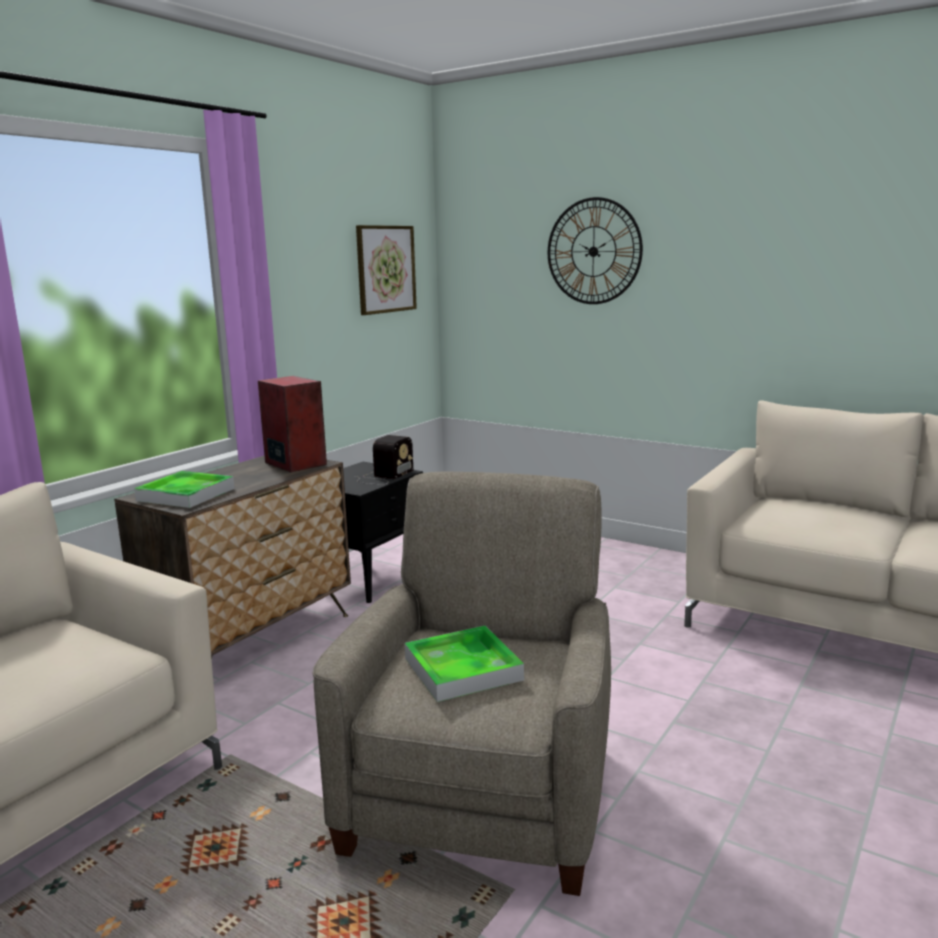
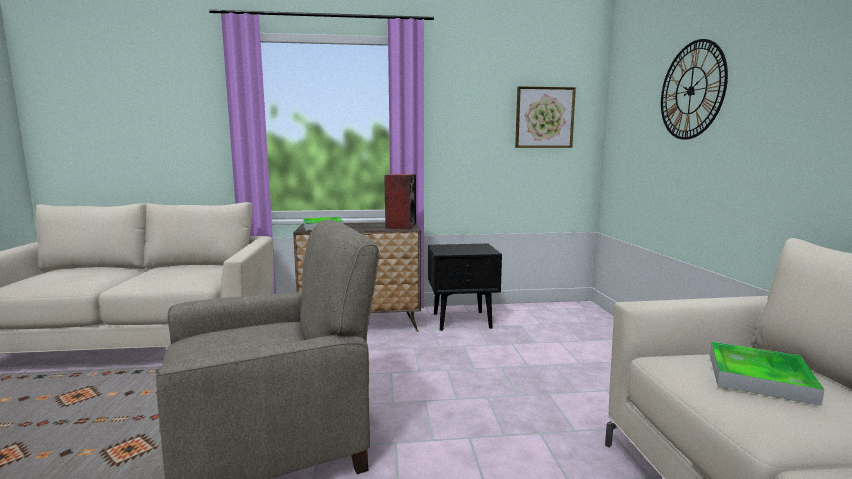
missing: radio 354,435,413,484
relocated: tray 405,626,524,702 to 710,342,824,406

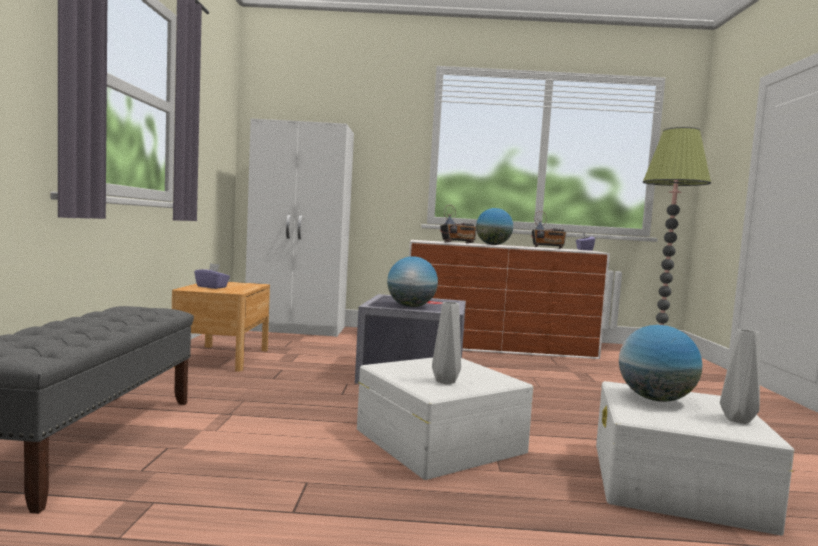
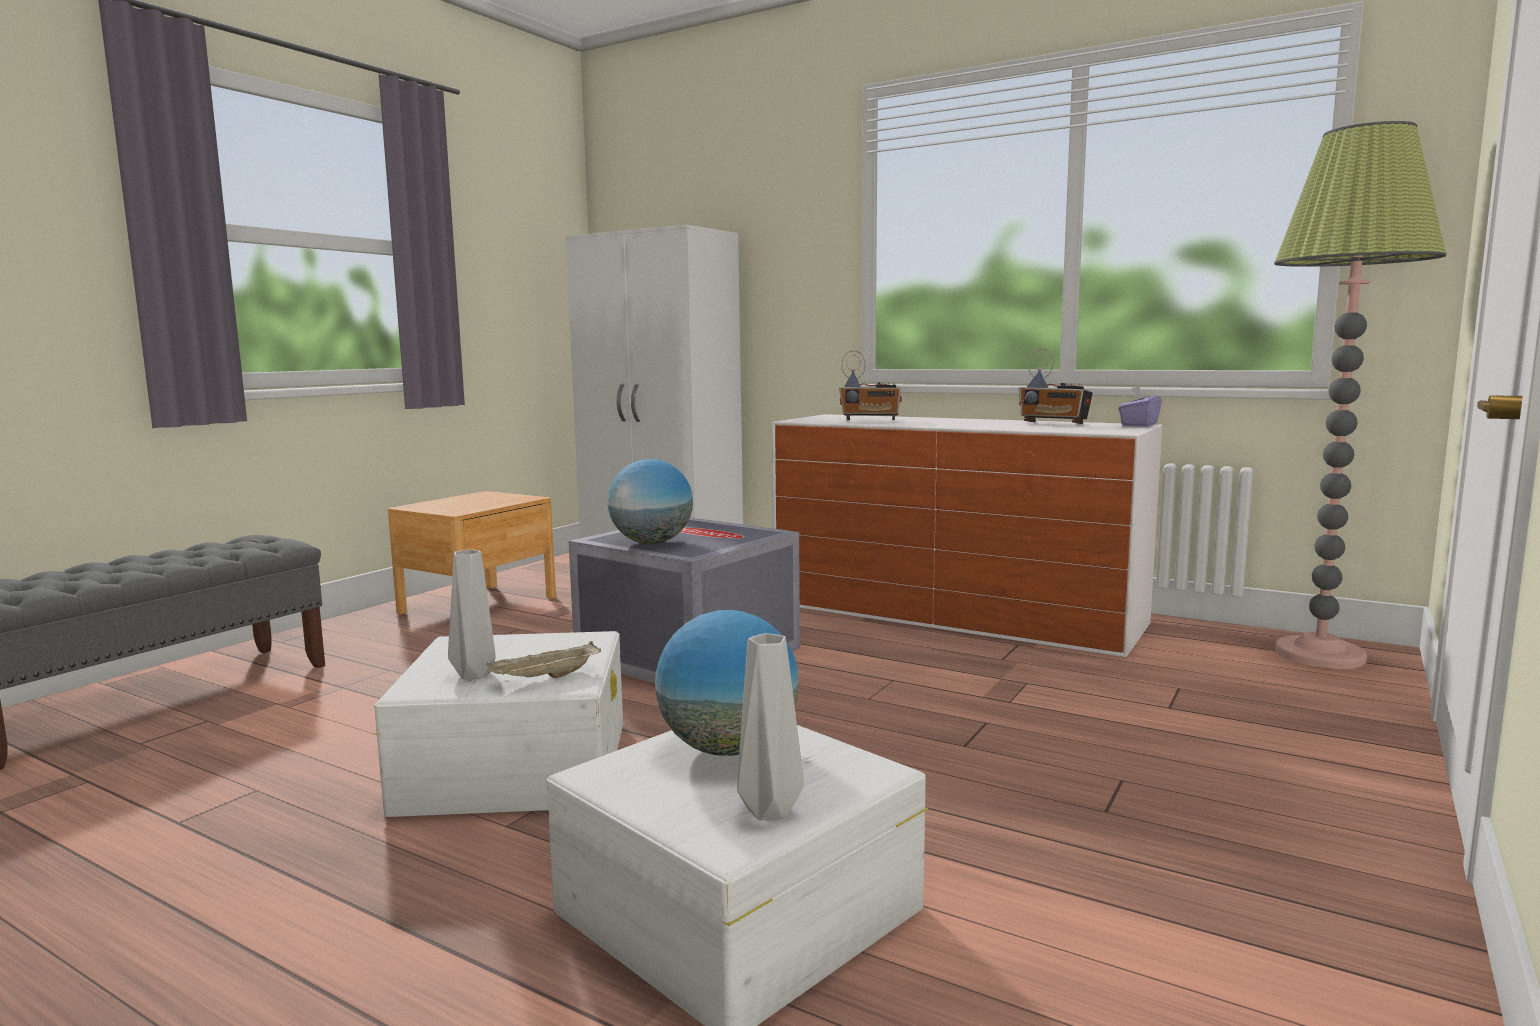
missing: globe 476,208,513,245; purple tissue box 194,263,230,289
appeared: beige tray 486,641,601,678

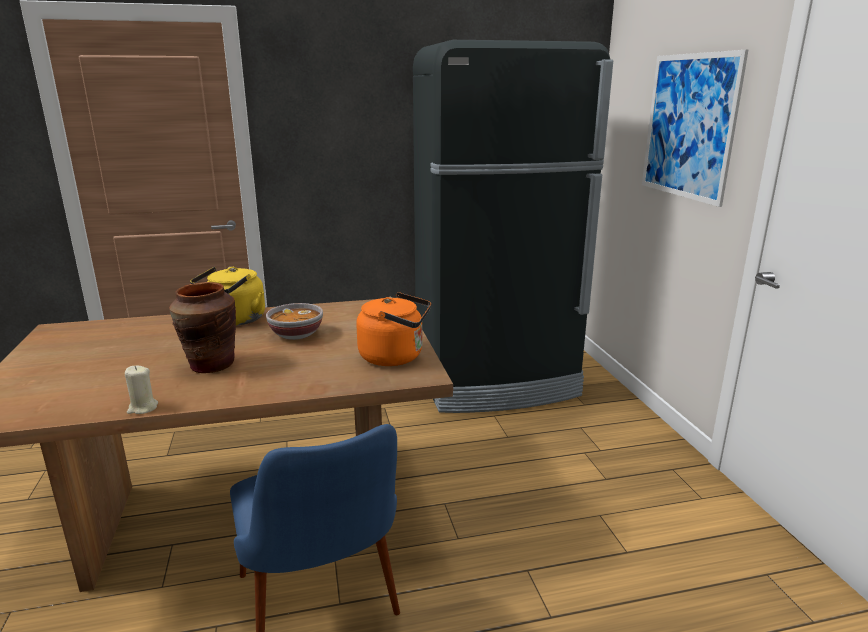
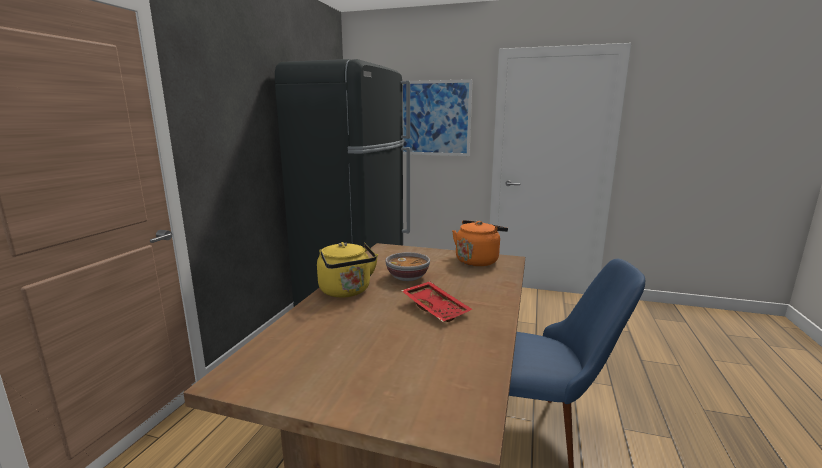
missing: beige candle 125,366,158,414
exchanged: brown vase 169,282,236,373 to red tray 401,281,473,322

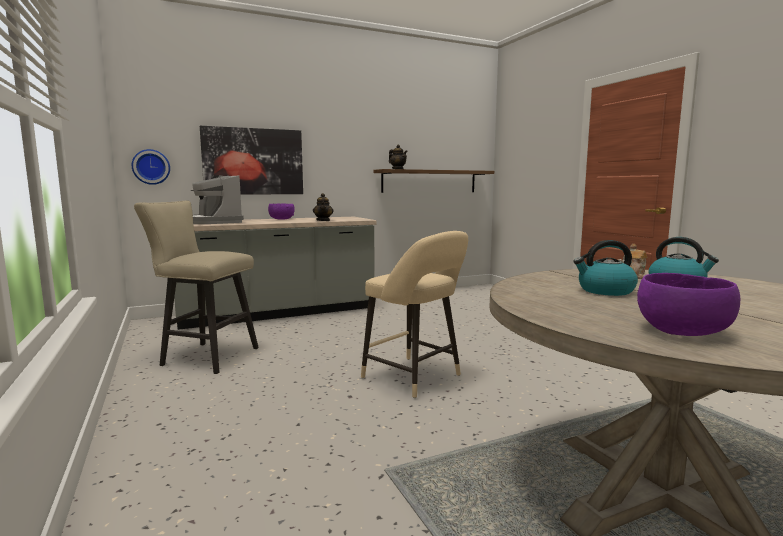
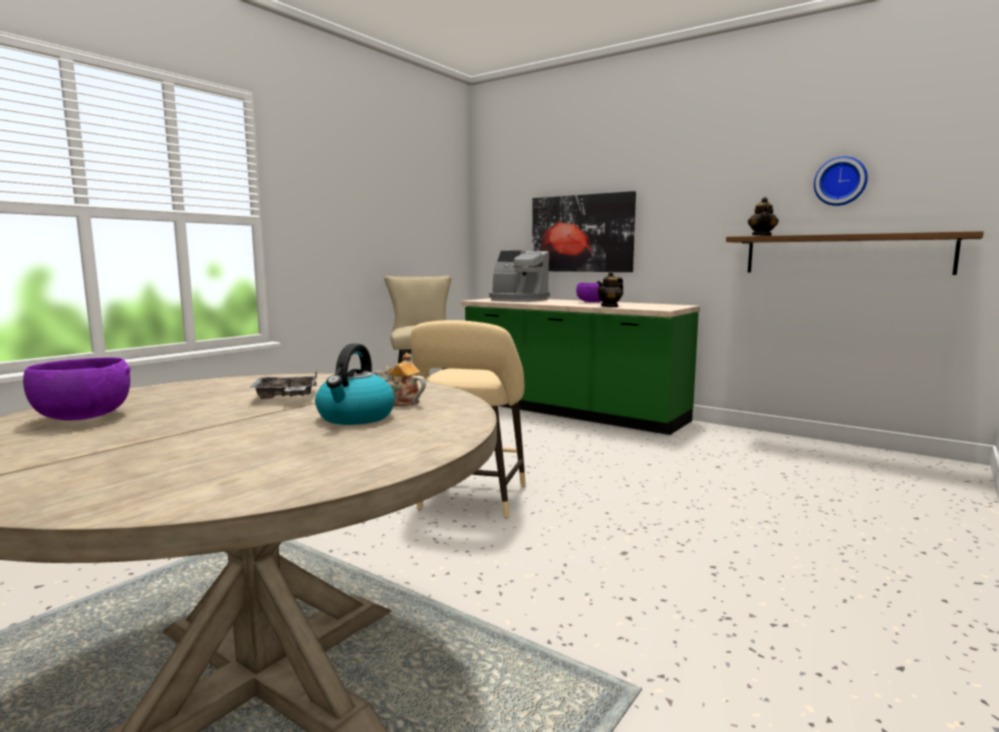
relocated: wall clock 132,149,170,185 to 814,156,868,206
exchanged: kettle 574,240,638,296 to grey tray 249,371,317,399
colour: grey counter 174,217,376,330 to green counter 461,298,700,435
spun: coffee machine 191,175,244,224 = 489,251,550,302 90 degrees counterclockwise

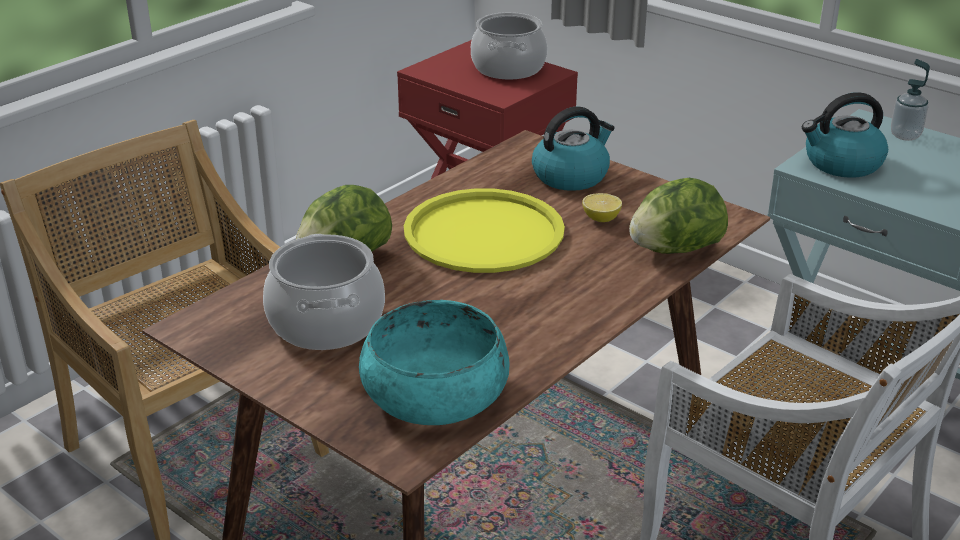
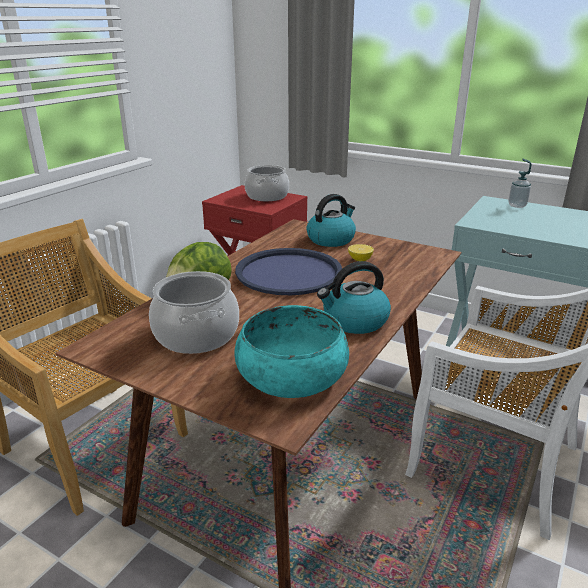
missing: lettuce 629,178,728,254
relocated: kettle 802,92,888,178 to 317,261,391,334
colour: yellow tray 404,188,565,273 to blue tray 235,248,342,295

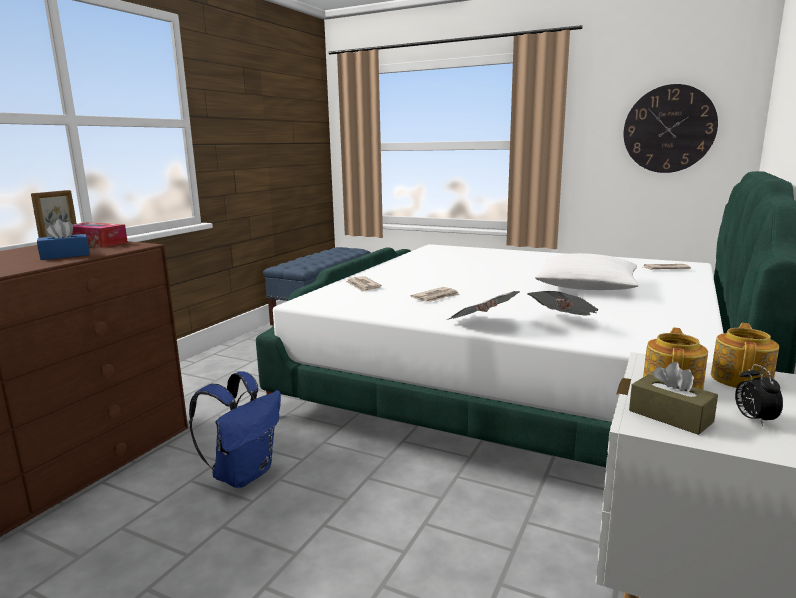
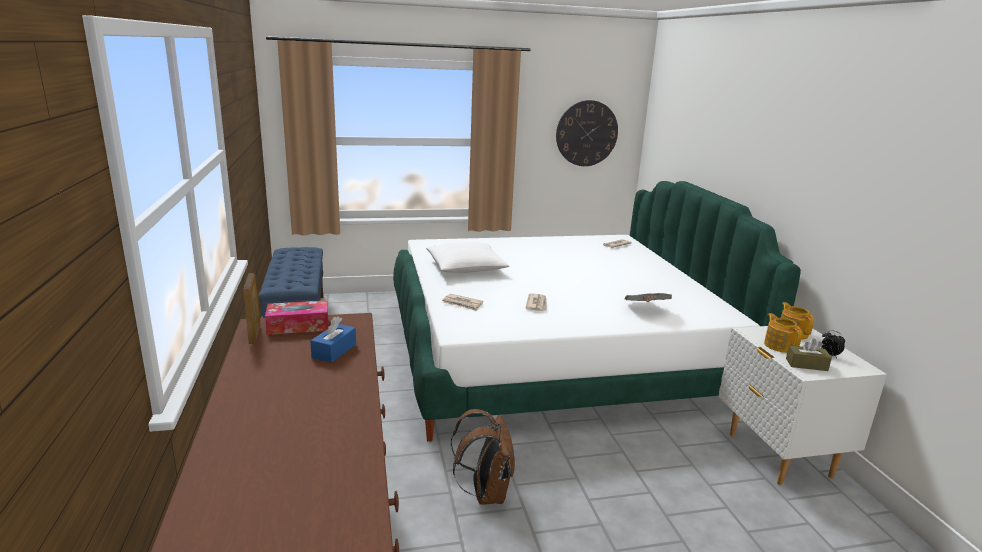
missing: newspaper 449,291,520,319
relocated: white pillow 535,253,638,290 to 426,242,509,273
colour: blue backpack 189,371,281,488 to brown backpack 451,409,515,505

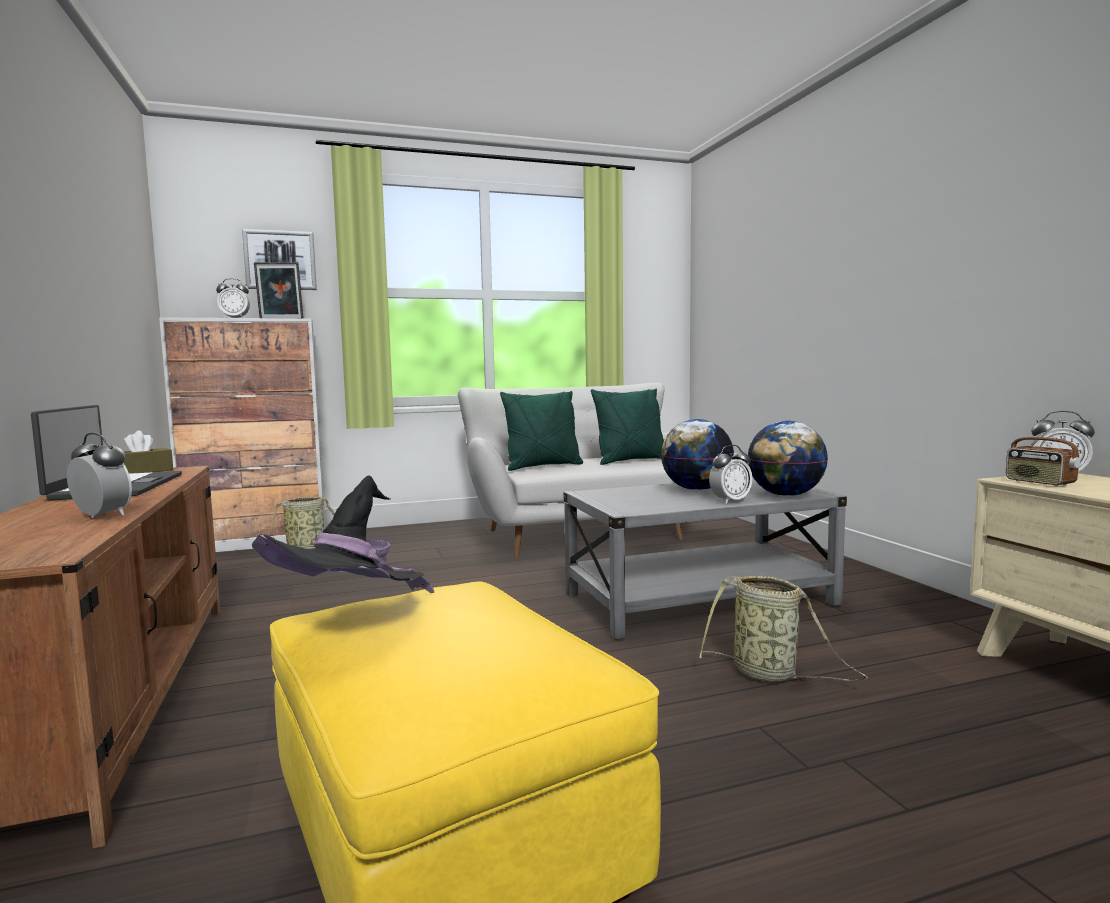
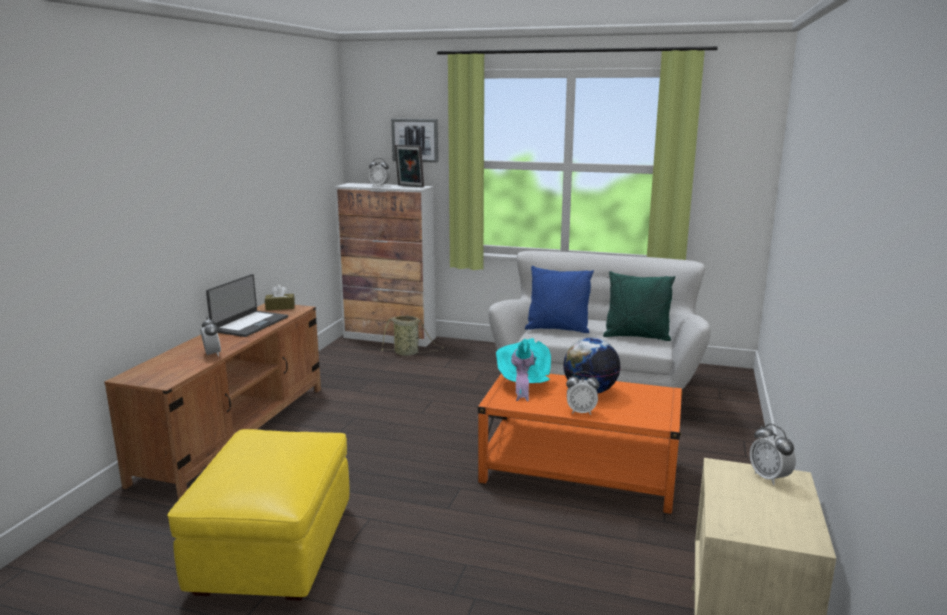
missing: radio 1006,420,1081,486; globe 748,421,828,496; black hat 252,475,434,593; basket 698,576,868,682
appeared: turquoise hat 496,338,551,402
colour: green pillow 500,391,583,471 to blue pillow 525,266,594,333; grey coffee table 563,477,847,640 to orange coffee table 478,373,683,514

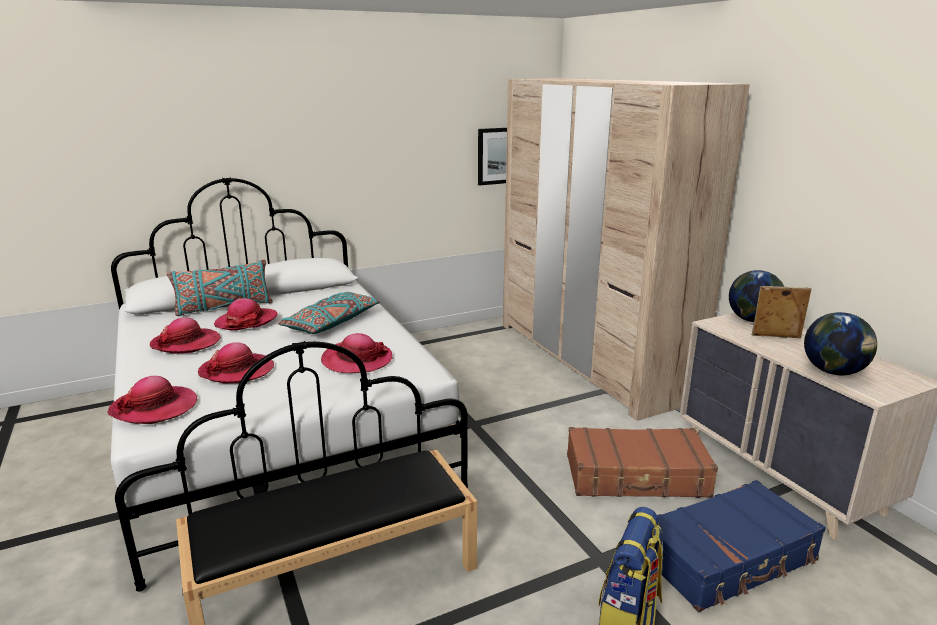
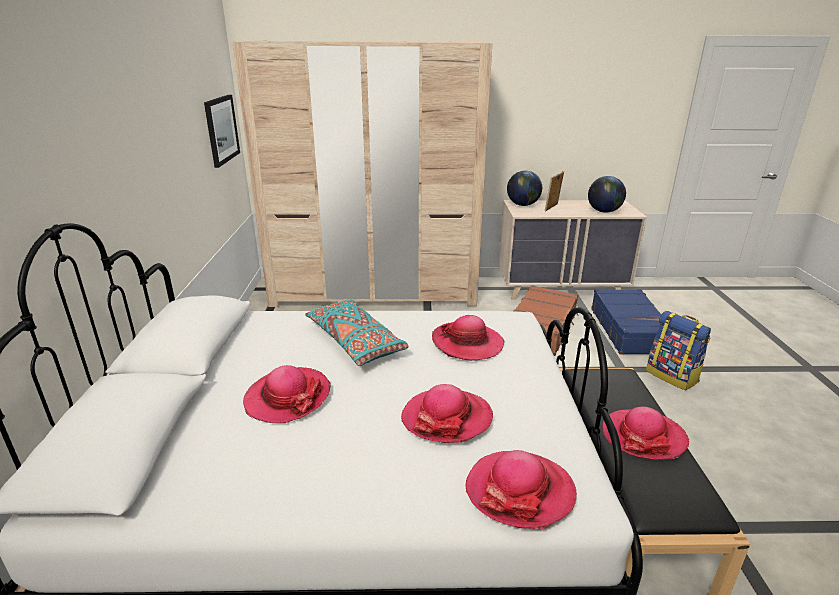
missing: turquoise pillow 166,260,273,316
relocated: hat 150,317,221,354 to 602,406,689,460

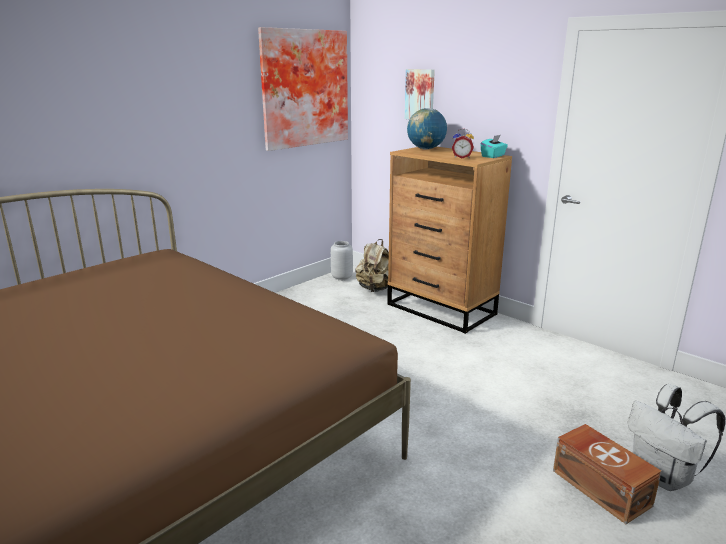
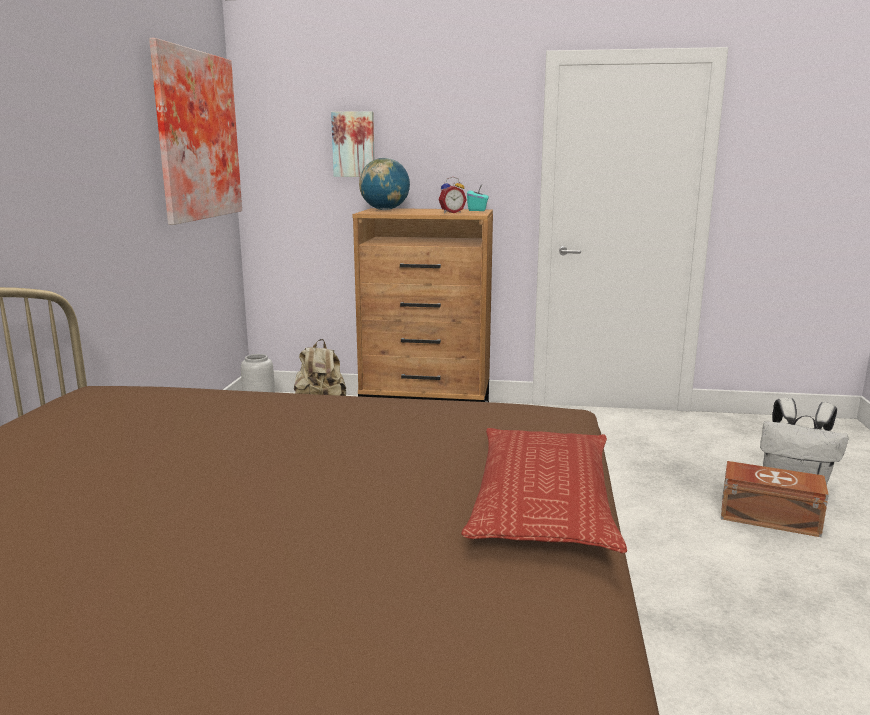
appeared: pillow 461,428,627,553

